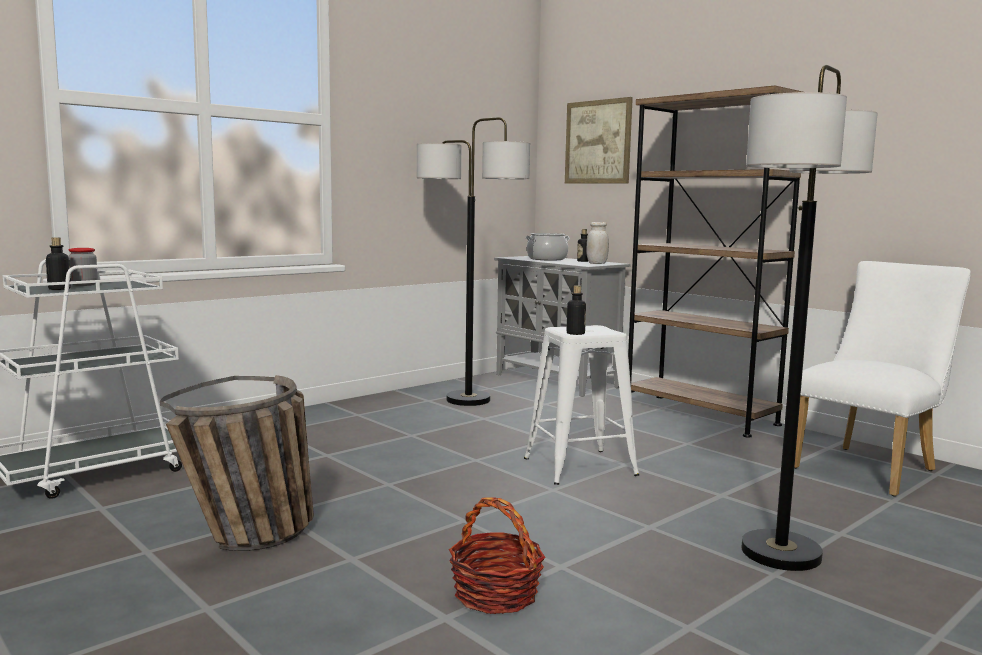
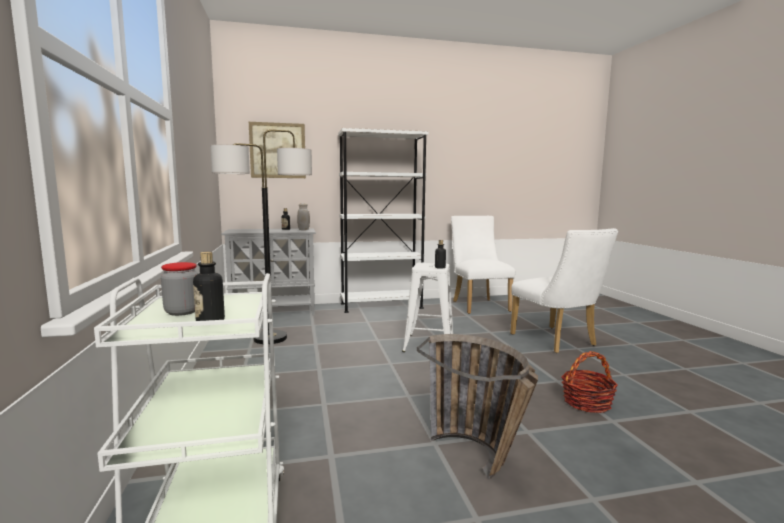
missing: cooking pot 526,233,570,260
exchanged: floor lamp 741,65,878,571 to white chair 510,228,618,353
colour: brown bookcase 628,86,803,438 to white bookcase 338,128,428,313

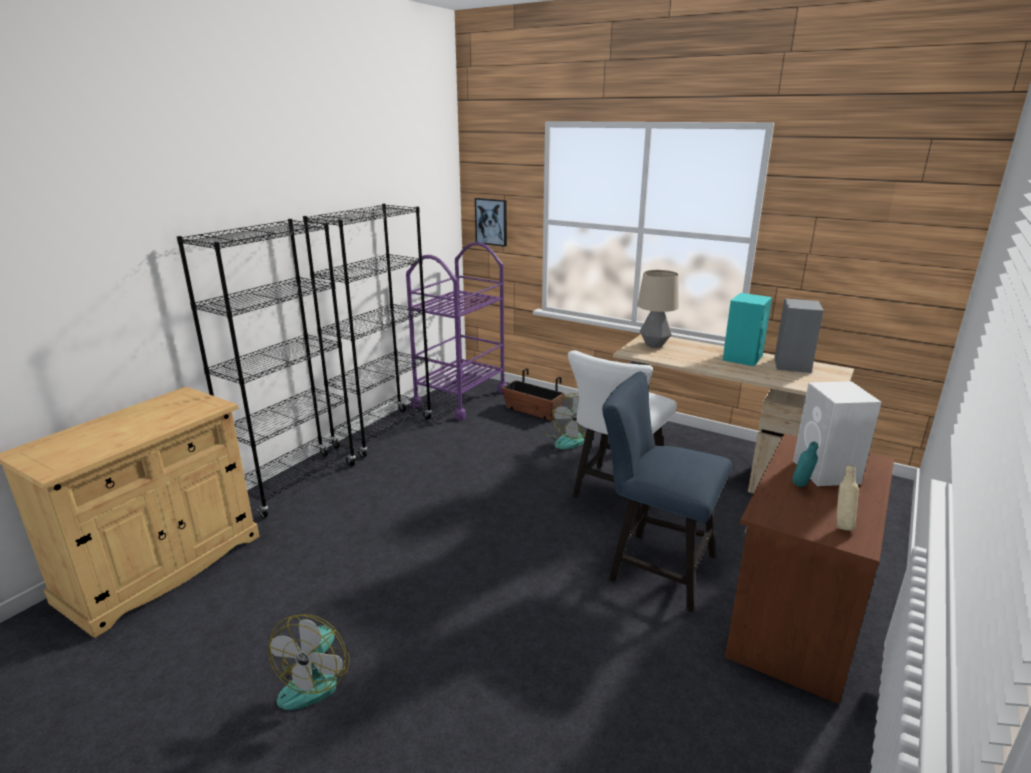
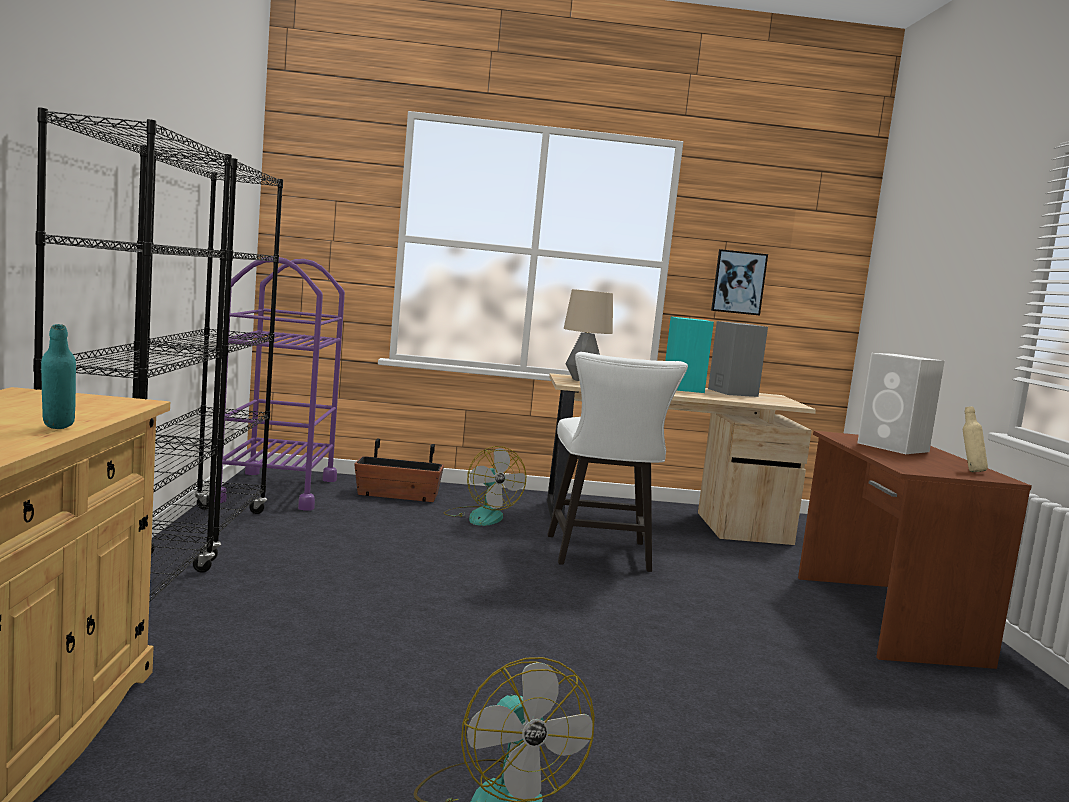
missing: blue chair 602,372,732,612
relocated: picture 475,198,507,247 to 711,249,768,315; turquoise bottle 792,442,818,487 to 41,324,76,429

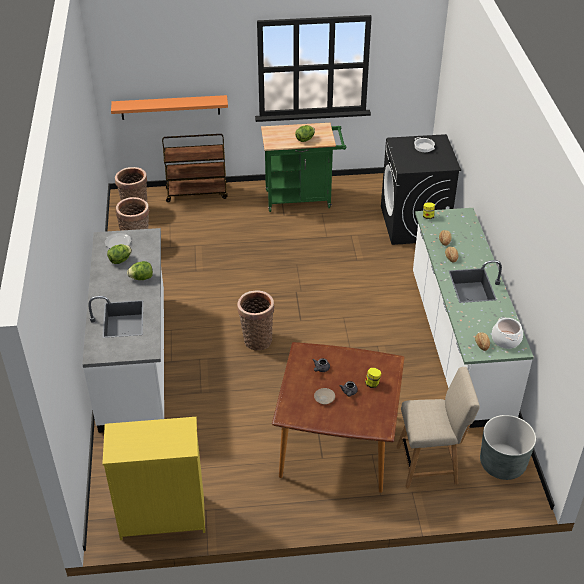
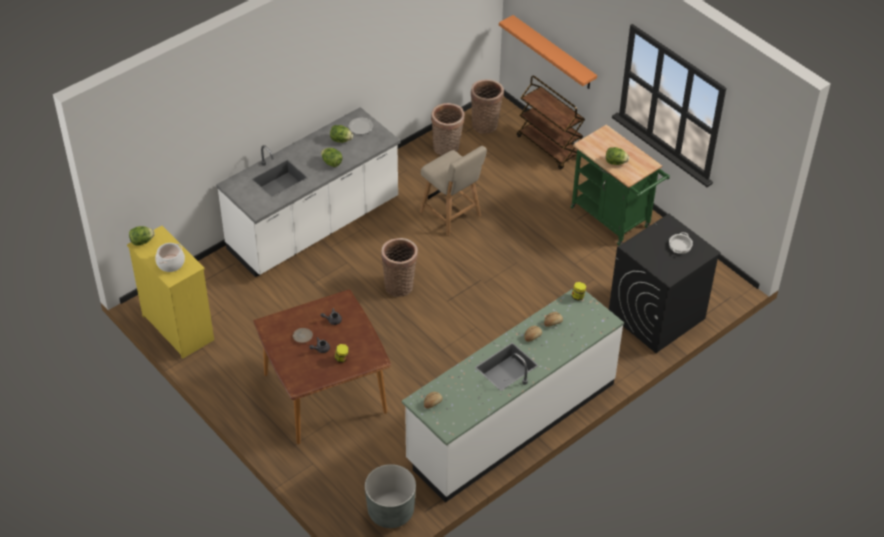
appeared: lettuce 129,226,155,246
relocated: cooking pot 492,317,523,349 to 155,243,185,272; beige chair 396,367,480,489 to 420,146,487,236

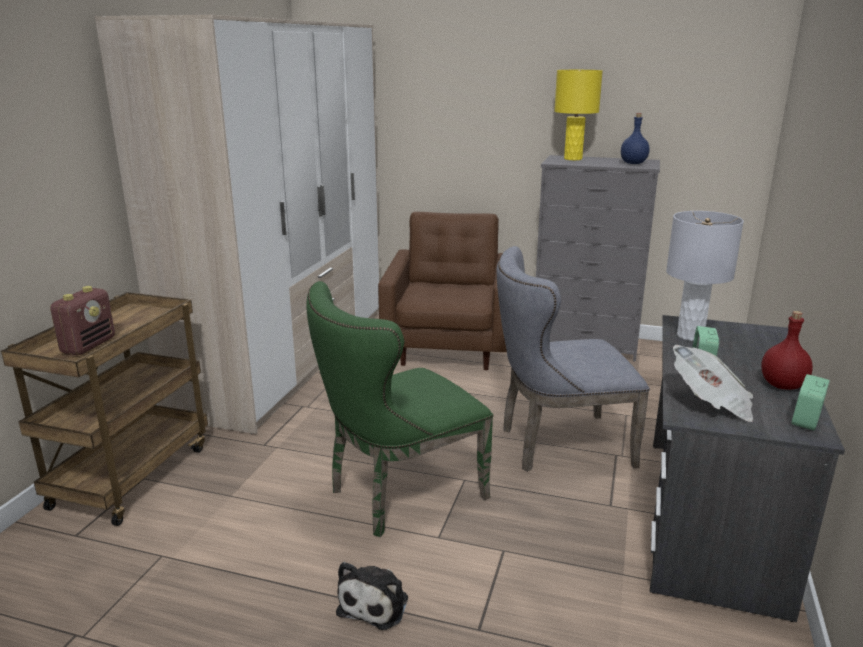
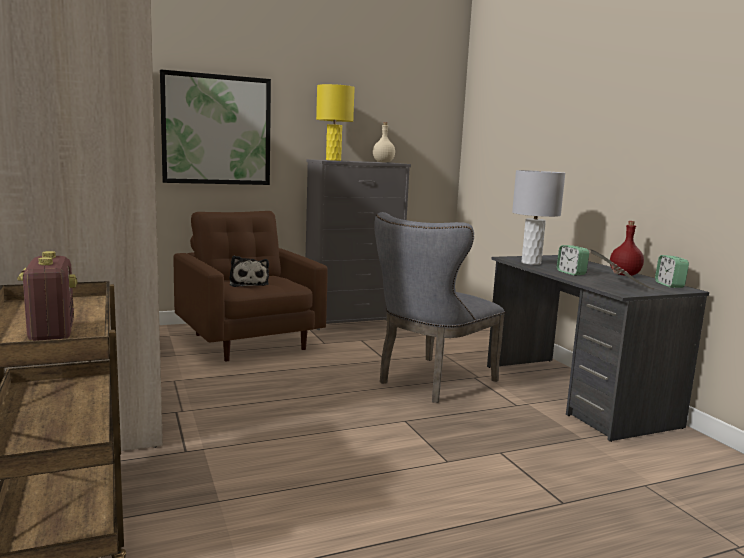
missing: green chair 306,281,493,537
appeared: picture 160,69,271,185
relocated: plush toy 336,562,408,630 to 229,256,269,287
colour: blue bottle 621,113,650,164 to beige bottle 373,122,395,162

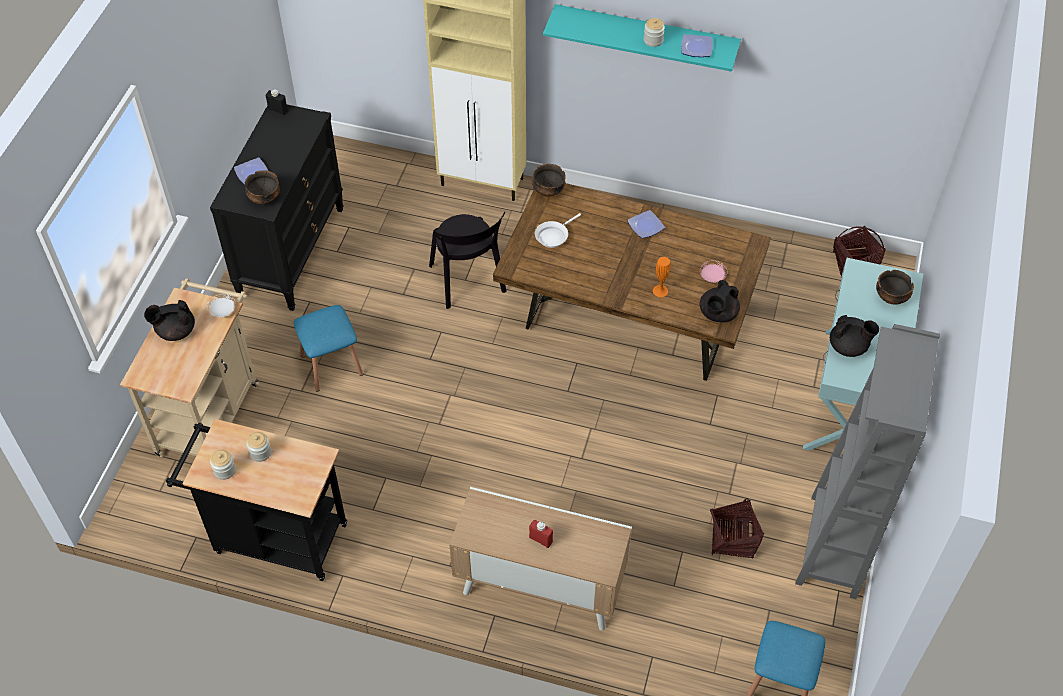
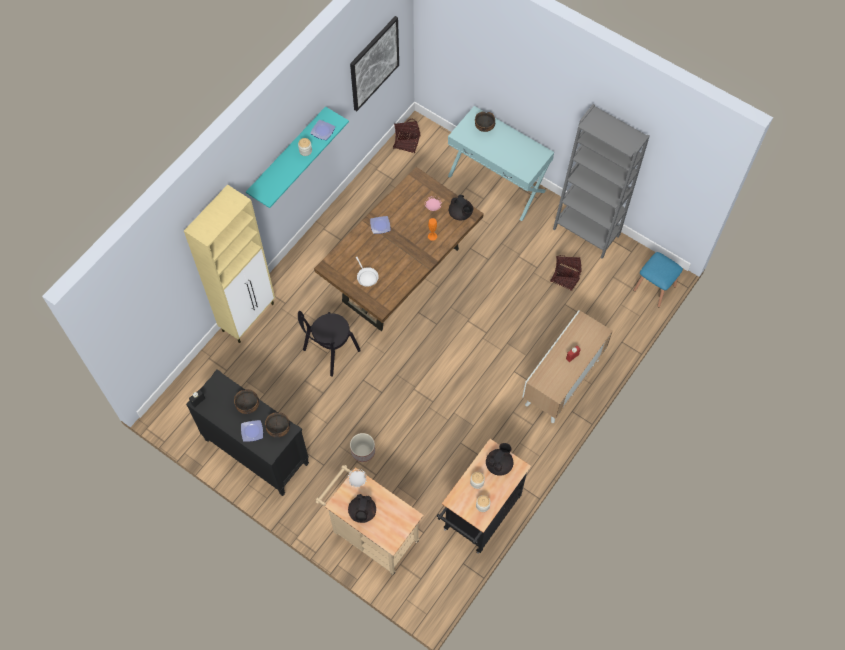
appeared: picture 350,16,399,111
relocated: bowl 532,164,566,196 to 234,389,259,414; black teapot 830,315,879,357 to 486,443,513,476
exchanged: blue stool 294,305,363,392 to planter 350,433,375,462
spun: black chair 429,212,507,309 = 298,311,361,377 135 degrees clockwise

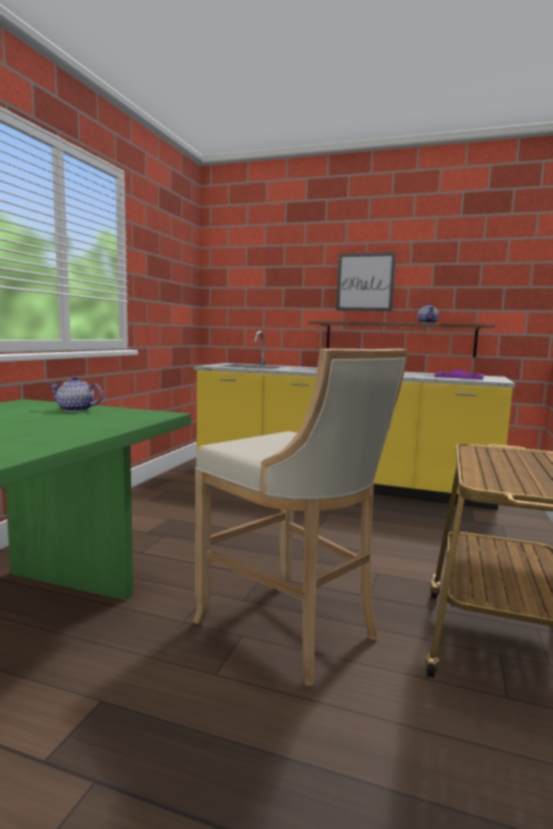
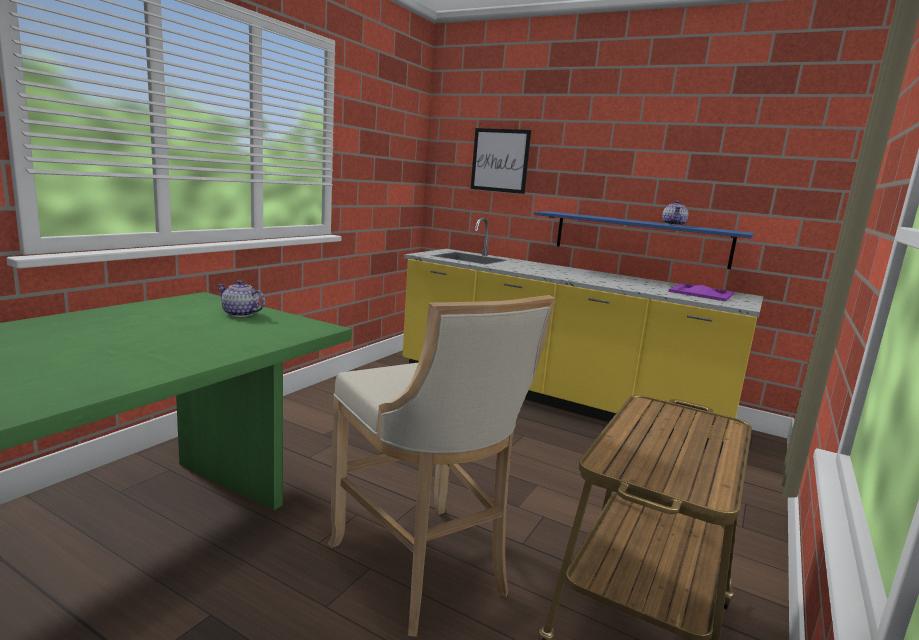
relocated: picture 336,252,396,311 to 471,128,531,194
colour: brown shelf 308,321,495,357 to blue shelf 534,211,754,269

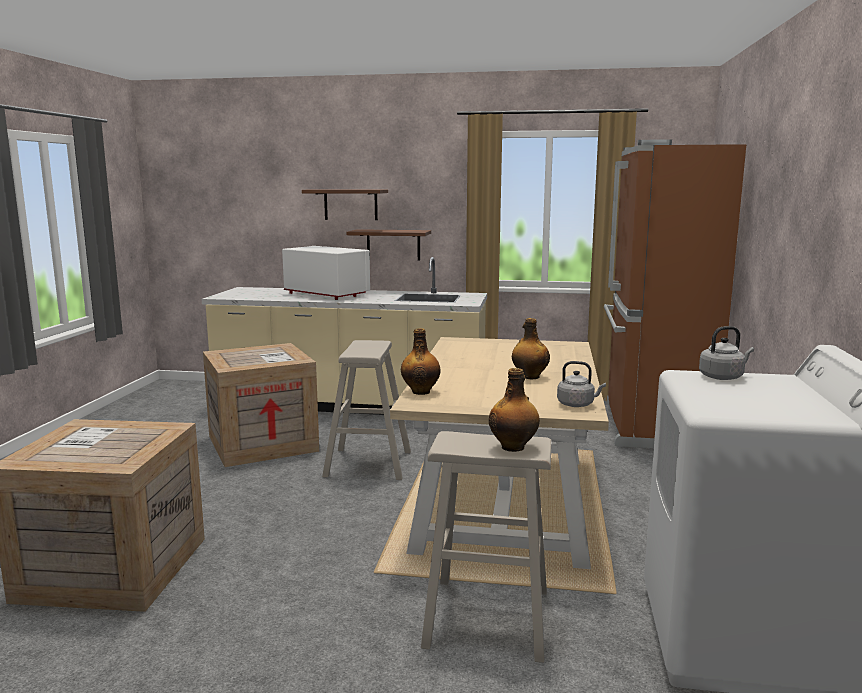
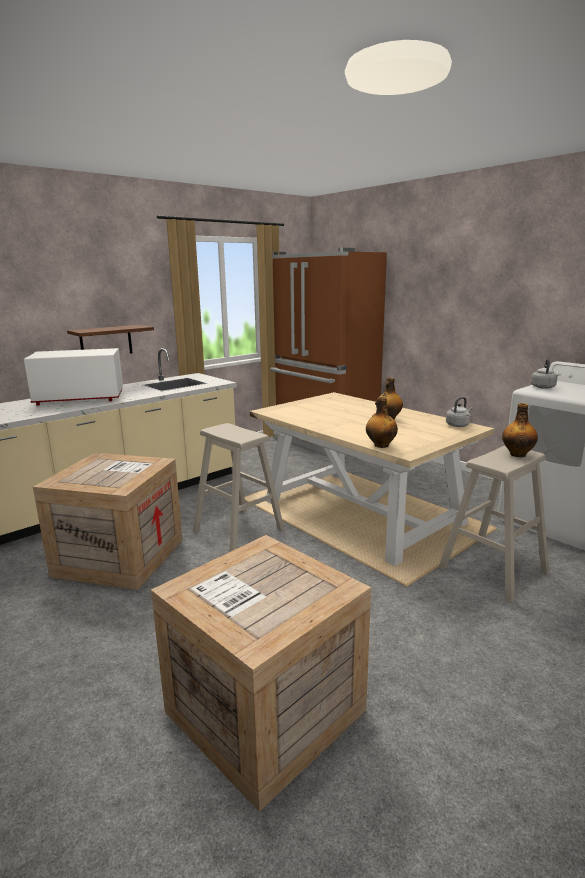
missing: shelf 302,189,388,220

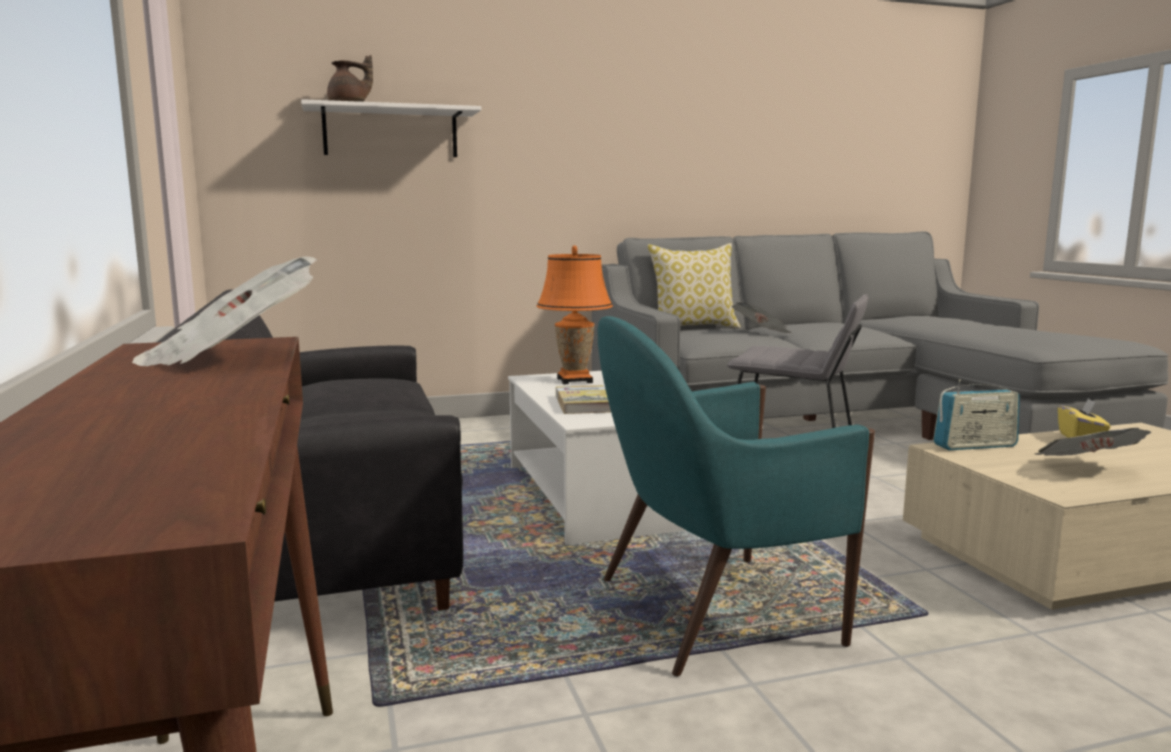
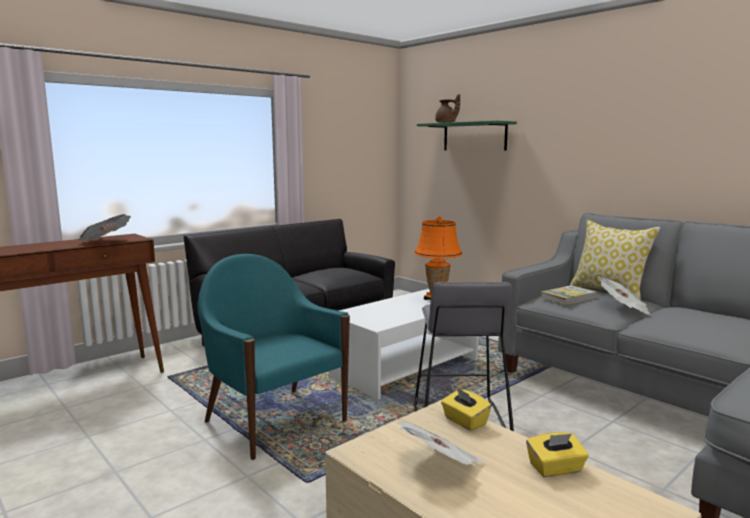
relocated: book 556,385,611,414 to 541,285,597,305
exchanged: radio 933,379,1020,450 to yellow tissue box 441,387,491,431
colour: white shelf 301,99,481,157 to green shelf 417,120,517,151

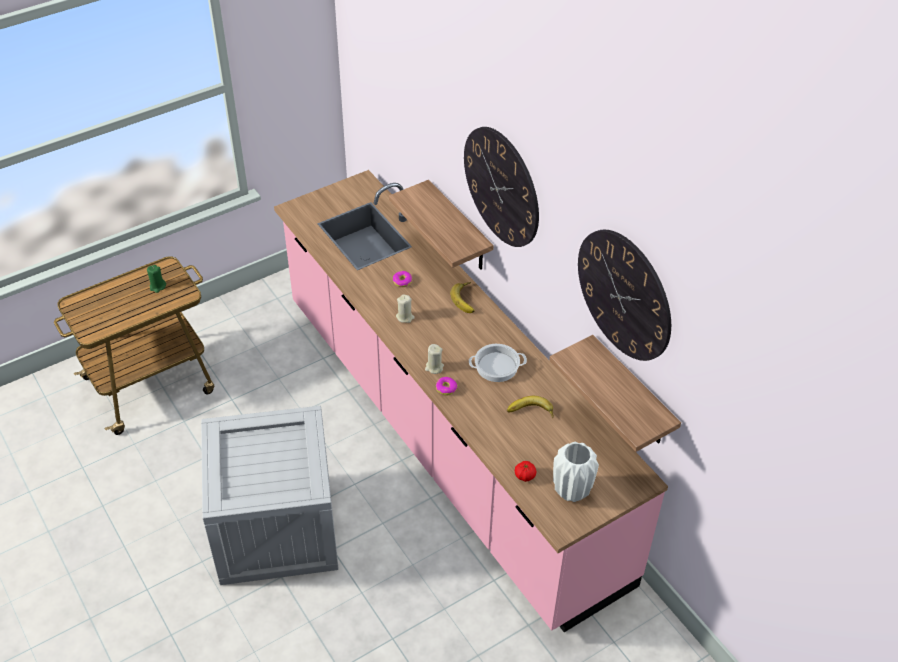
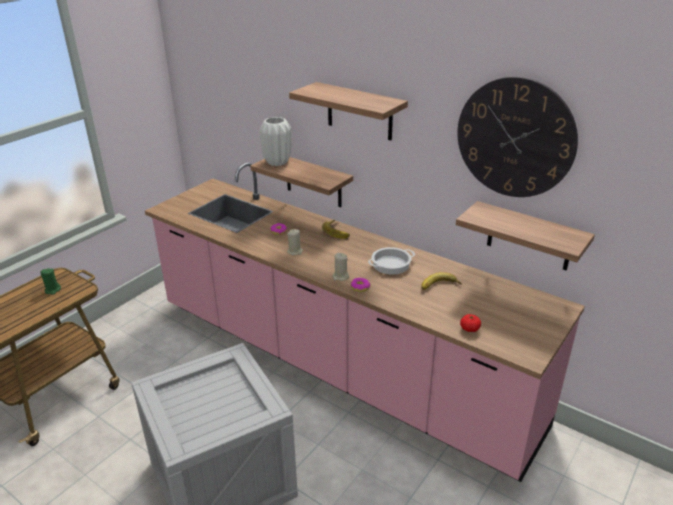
relocated: white vase 553,442,599,502 to 260,117,291,166
exchanged: wall clock 464,127,539,247 to shelf 289,82,408,140

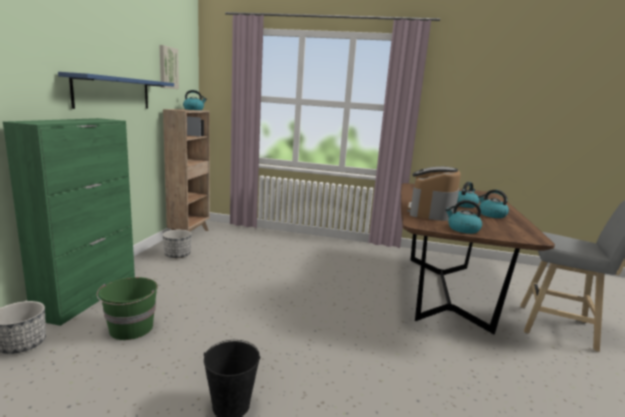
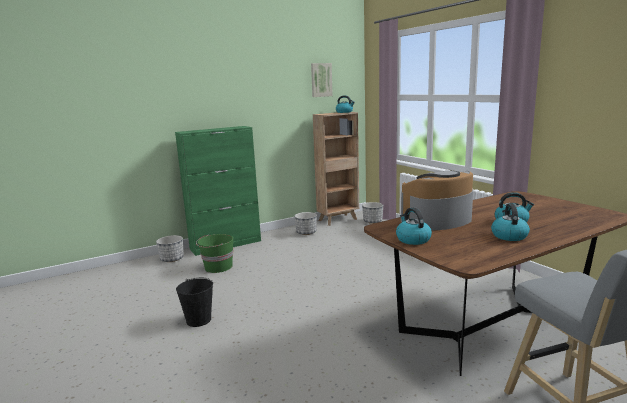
missing: blue shelf 58,72,174,109
appeared: planter 362,202,383,224

